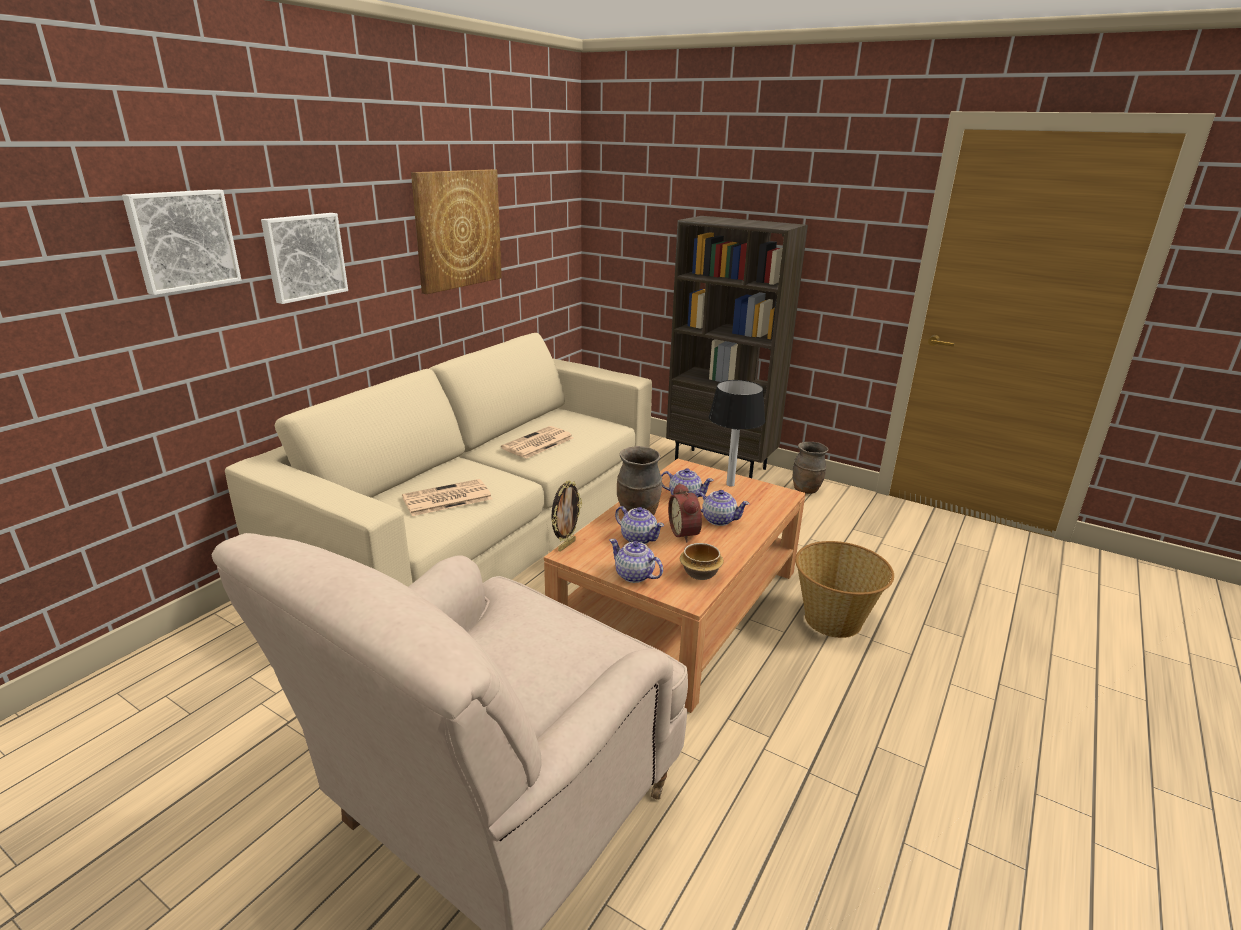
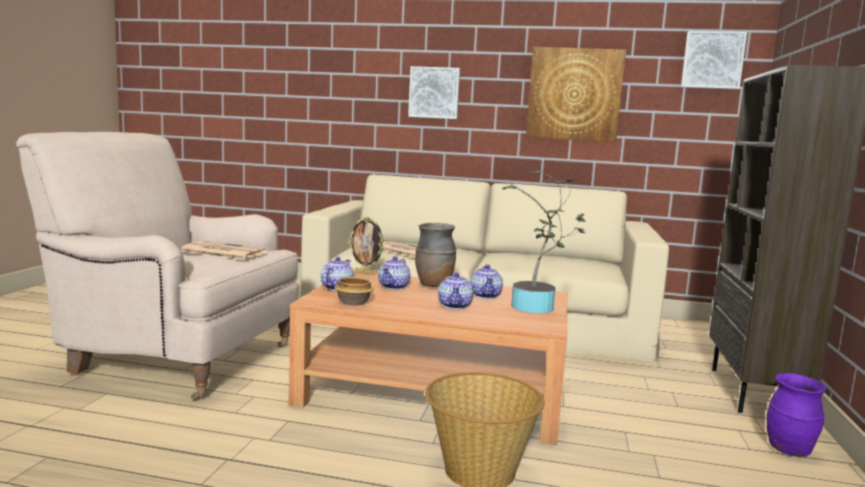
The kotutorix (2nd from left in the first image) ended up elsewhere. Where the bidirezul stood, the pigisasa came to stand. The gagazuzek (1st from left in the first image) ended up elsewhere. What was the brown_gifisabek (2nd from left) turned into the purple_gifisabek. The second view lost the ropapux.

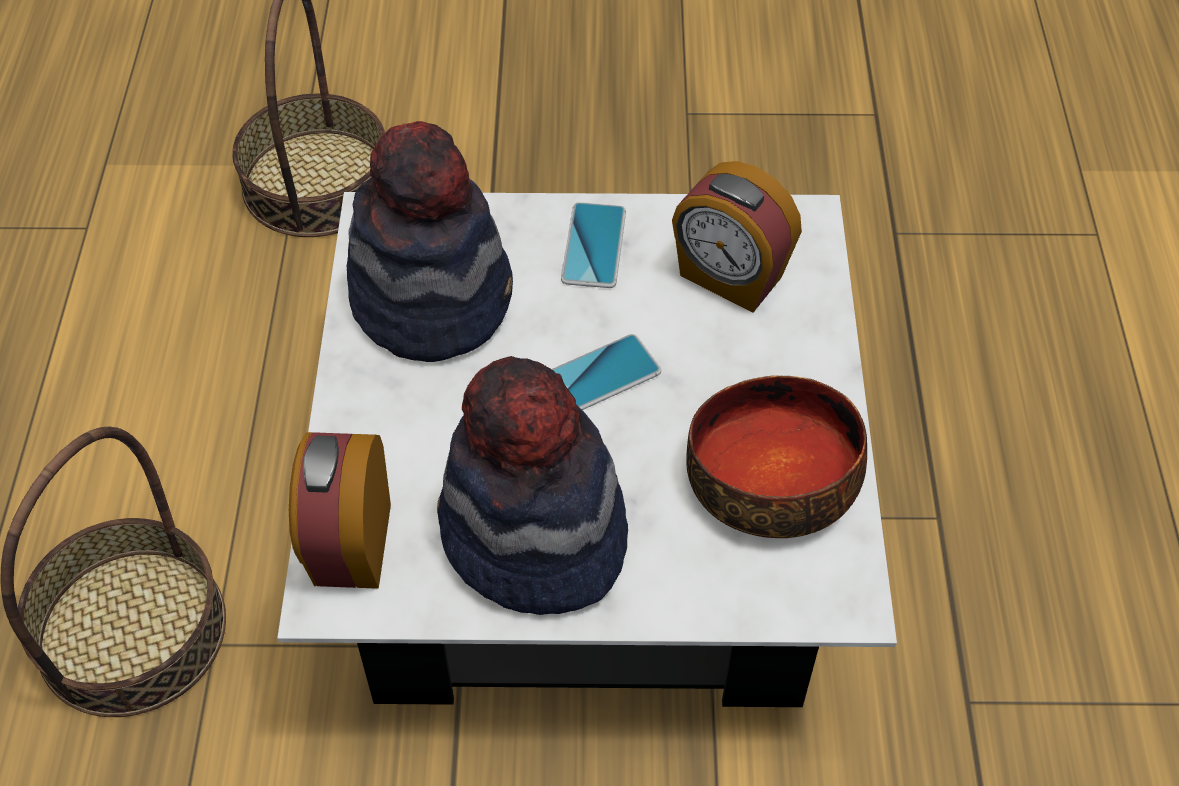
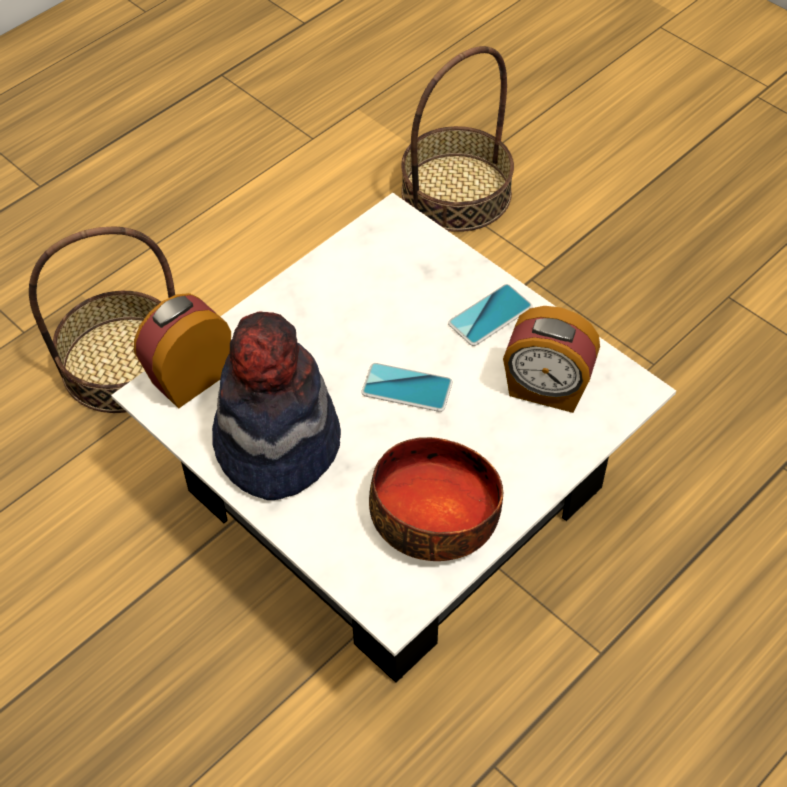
The ropapux (2nd from left) ended up facing another way, 60 degrees counterclockwise from before. The second view lost the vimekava (1st from left).

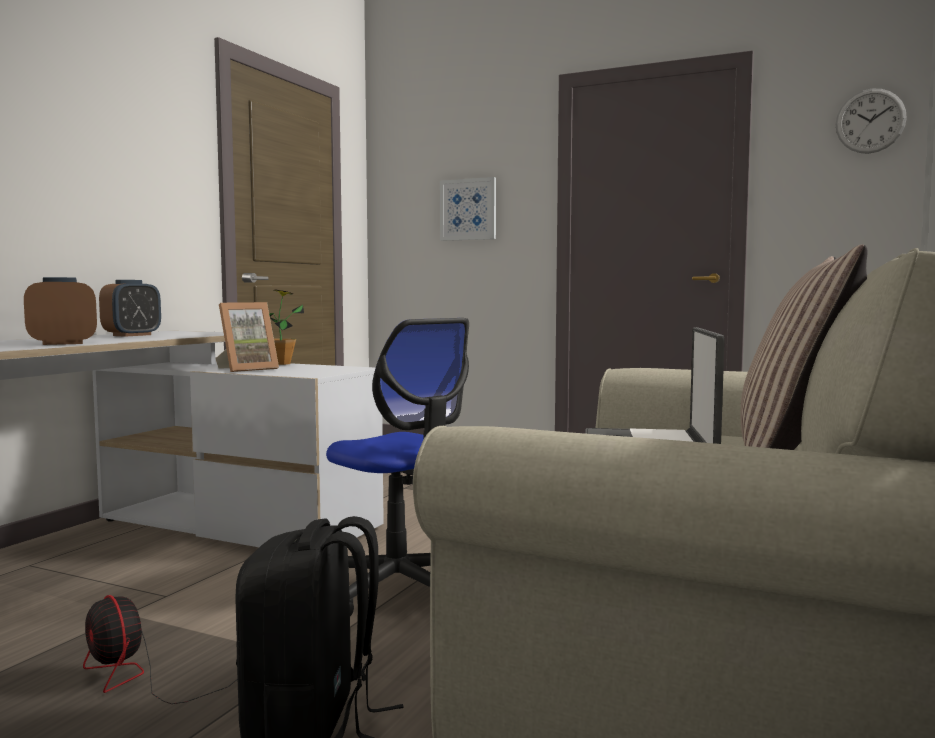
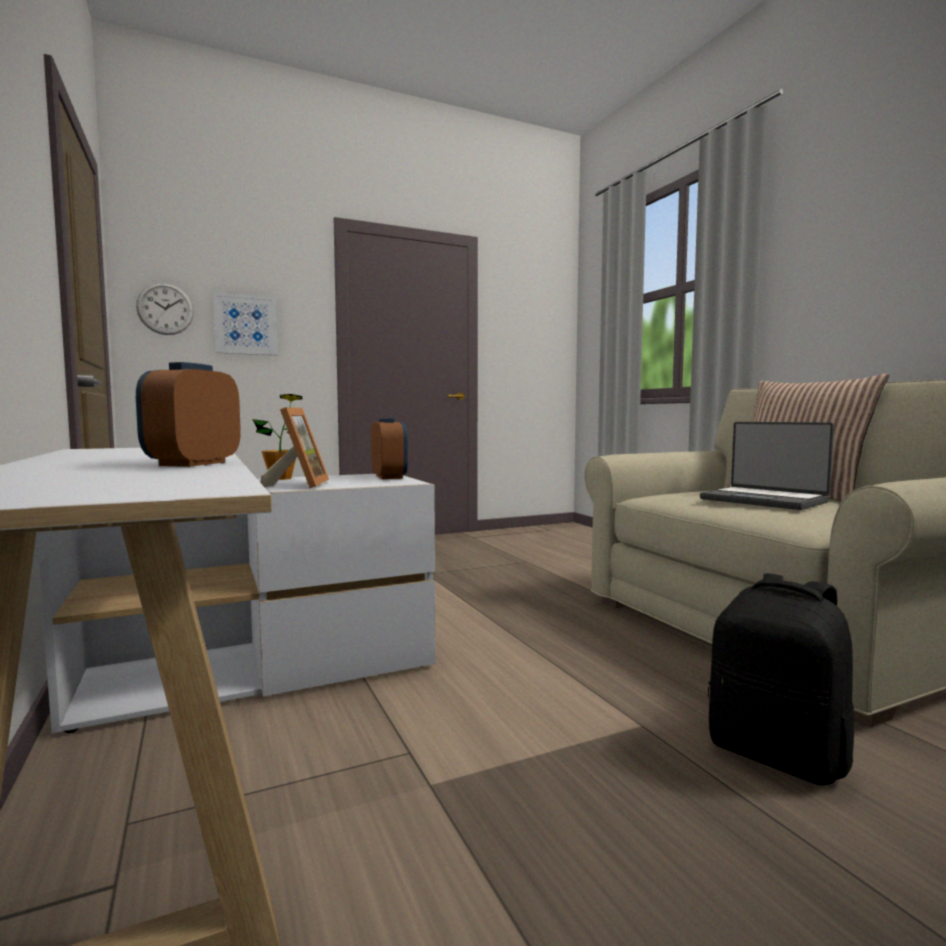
The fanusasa ended up elsewhere. The ropapux (2nd from left) ended up elsewhere. The second view lost the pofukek. The second view lost the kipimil.

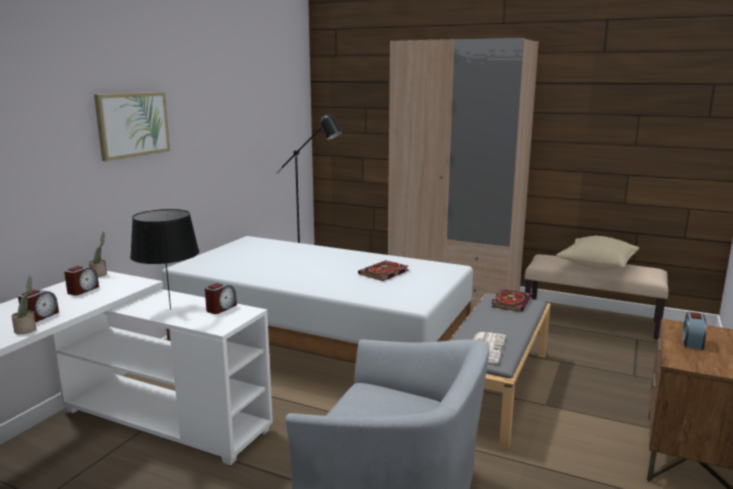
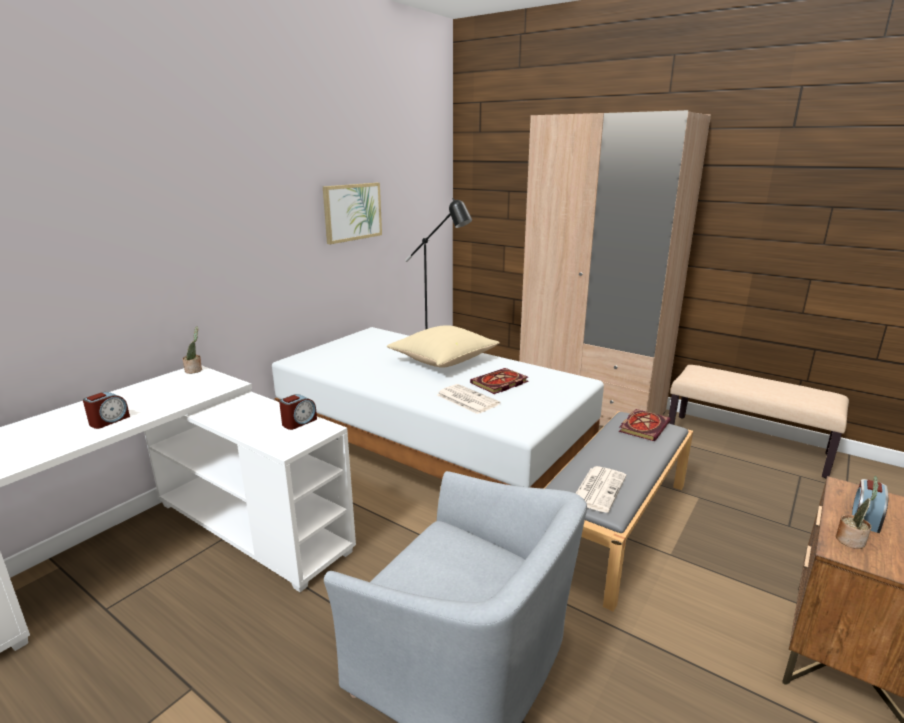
The gagazuzek ended up elsewhere. The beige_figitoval ended up elsewhere. The second view gained the kotutorix (1st from left). The pigisasa (1st from left in the first image) ended up elsewhere. The second view lost the ropapux (2nd from left). The second view lost the black_bidirezul.

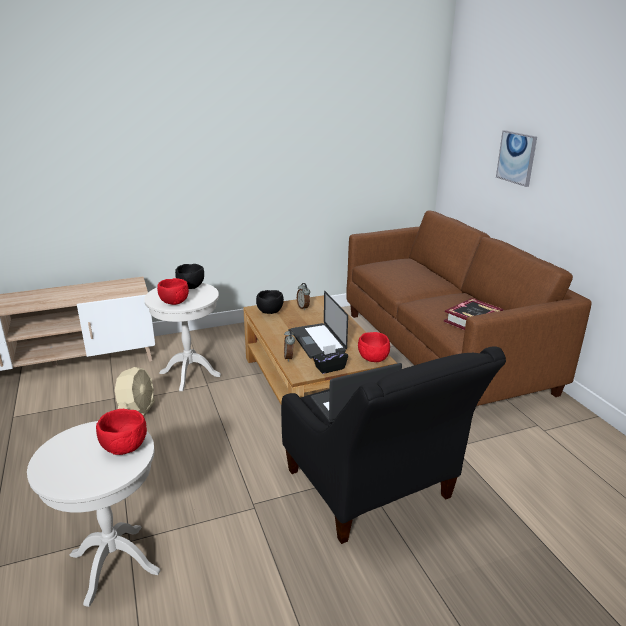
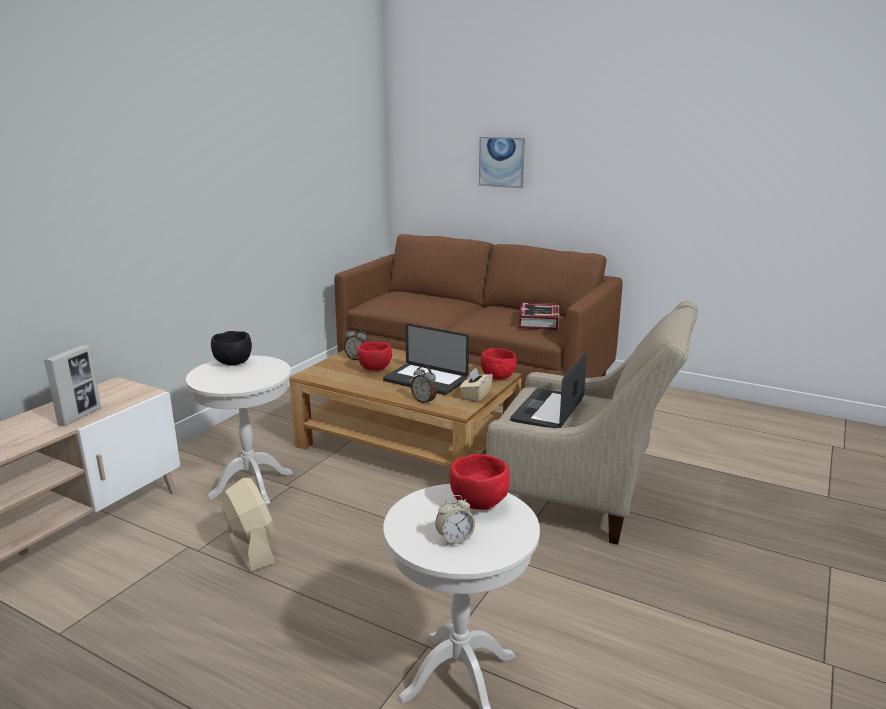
The second view gained the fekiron. The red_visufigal (2nd from left in the first image) ended up elsewhere. The second view gained the ropapux (3rd from left). What was the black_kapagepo turned into the beige_kapagepo. What was the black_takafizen turned into the beige_takafizen. The second view lost the black_visufigal (2nd from left).

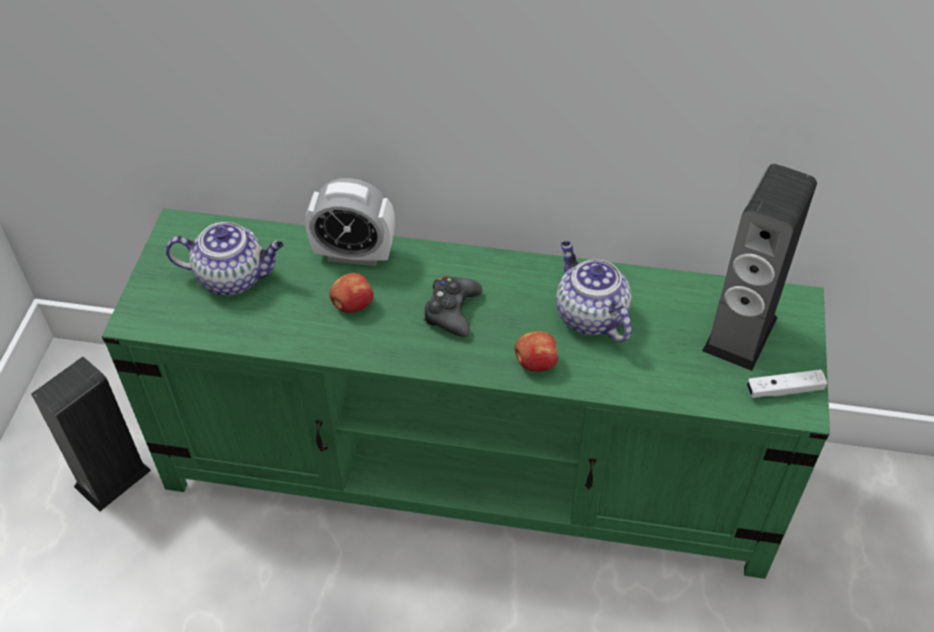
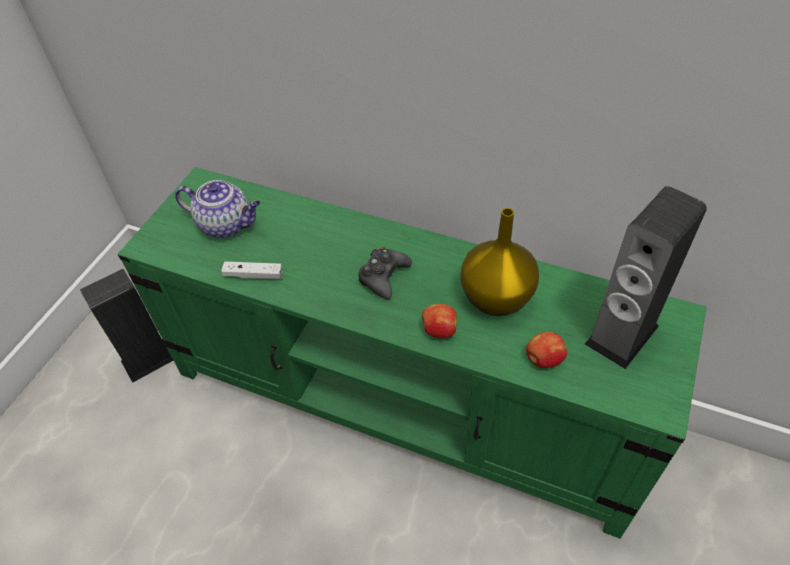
The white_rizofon ended up elsewhere. Where the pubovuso (2nd from left) stood, the yellow_gifisabek came to stand. The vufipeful (1st from left in the first image) ended up elsewhere. The second view lost the ropapux.

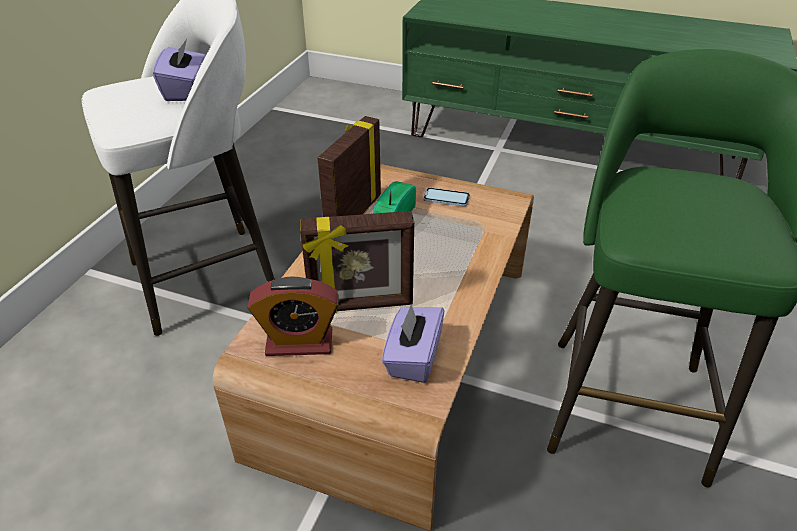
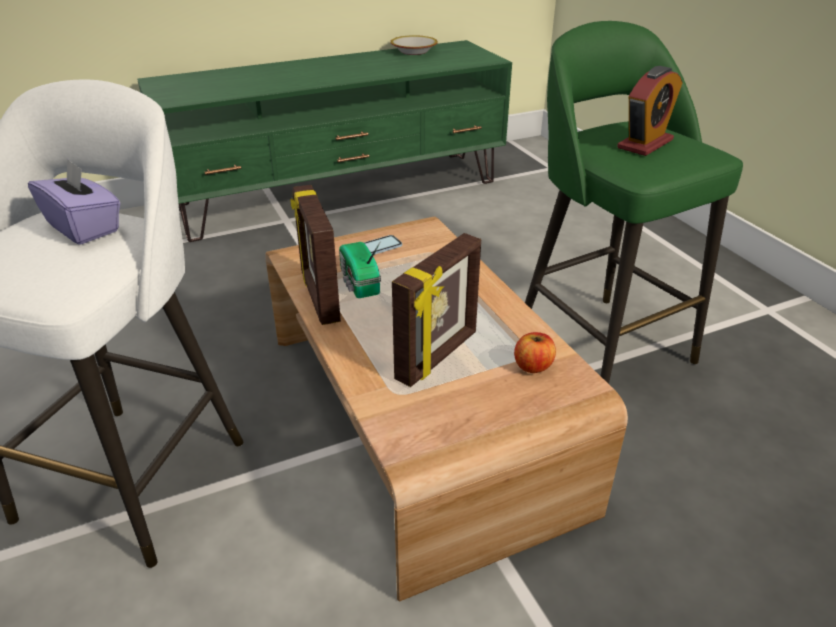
The second view gained the visufigal. Where the purple_kapagepo (2nd from left) stood, the vufipeful came to stand. The ropapux ended up elsewhere.

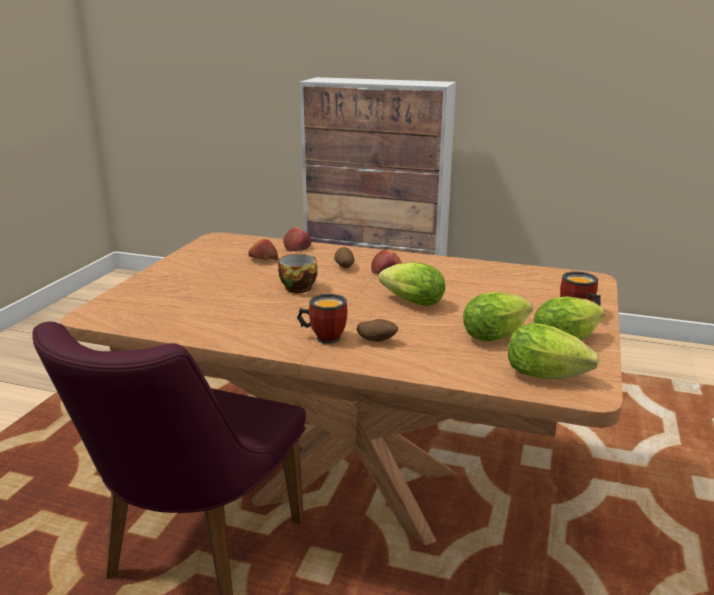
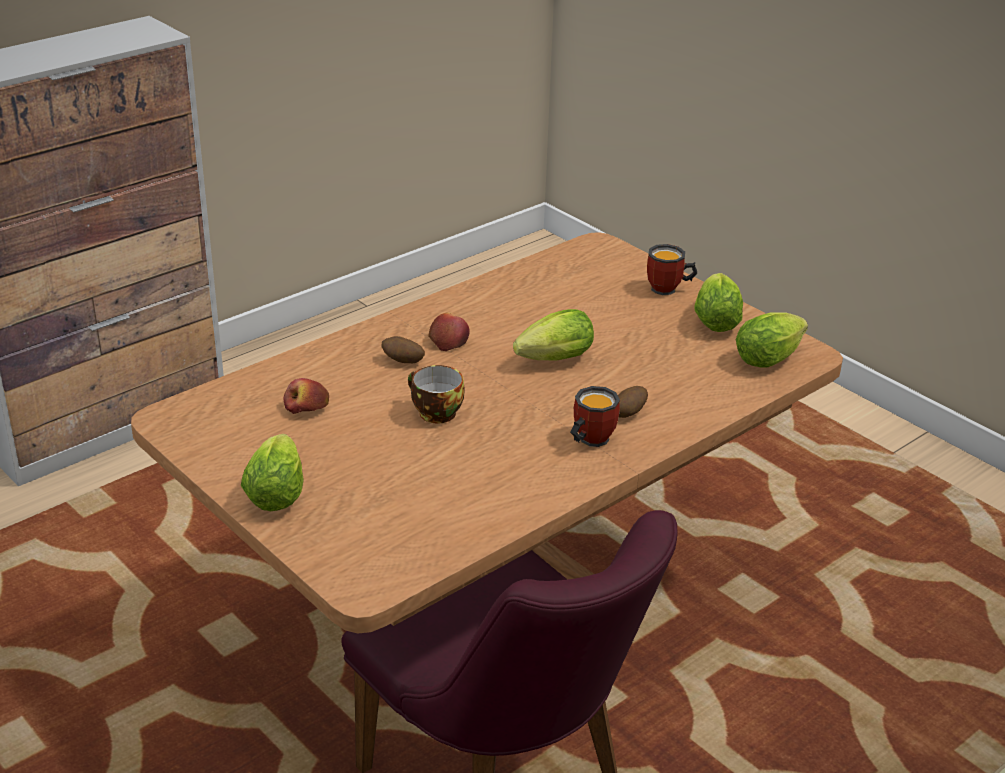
The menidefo (2nd from left in the first image) ended up elsewhere. The second view lost the vufipeful (2nd from left).

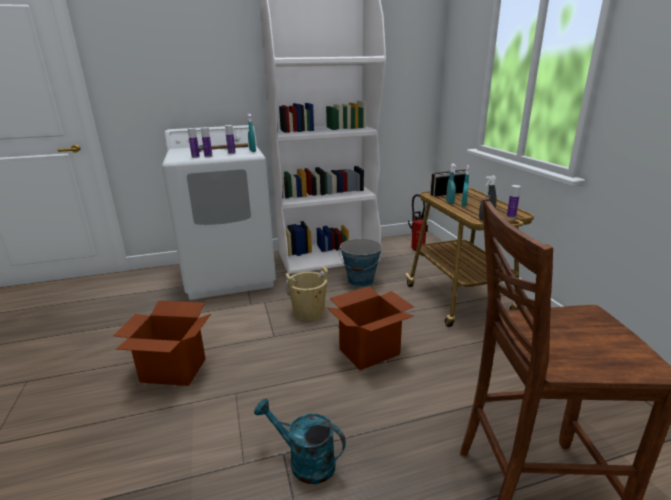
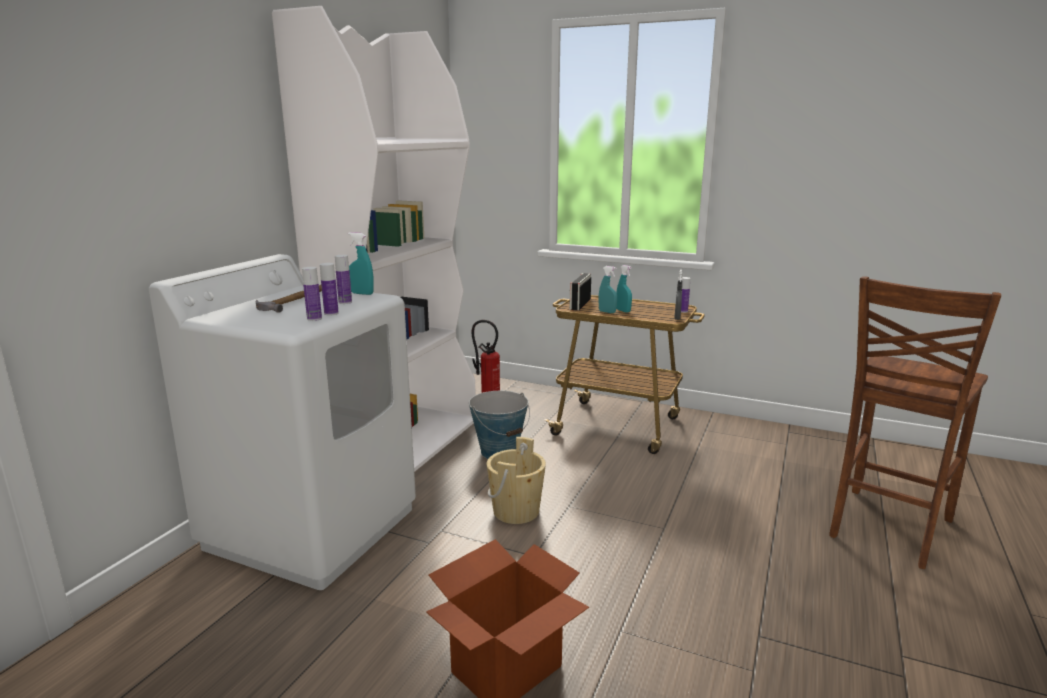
The second view lost the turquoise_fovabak. The second view lost the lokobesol (2nd from left).

